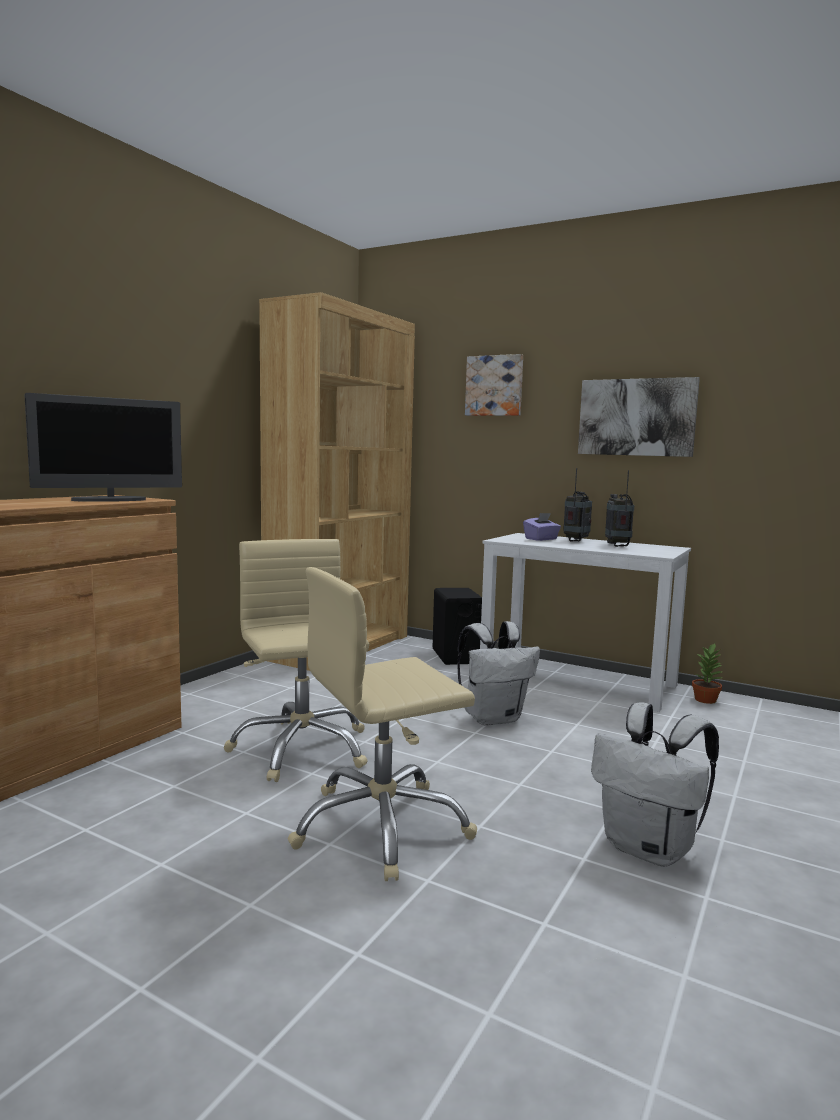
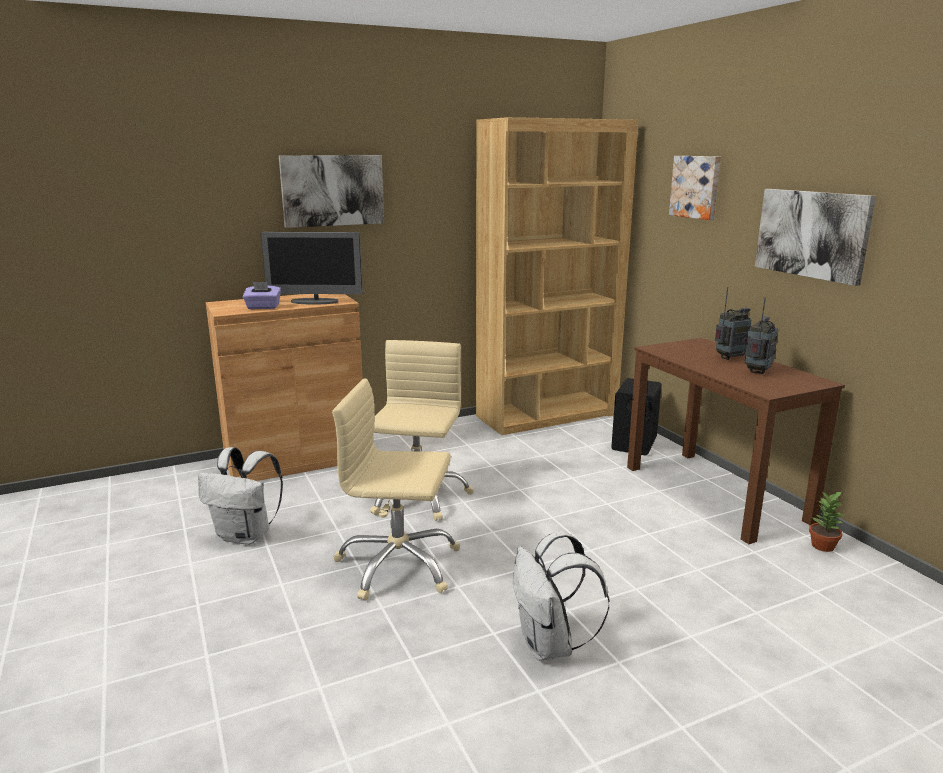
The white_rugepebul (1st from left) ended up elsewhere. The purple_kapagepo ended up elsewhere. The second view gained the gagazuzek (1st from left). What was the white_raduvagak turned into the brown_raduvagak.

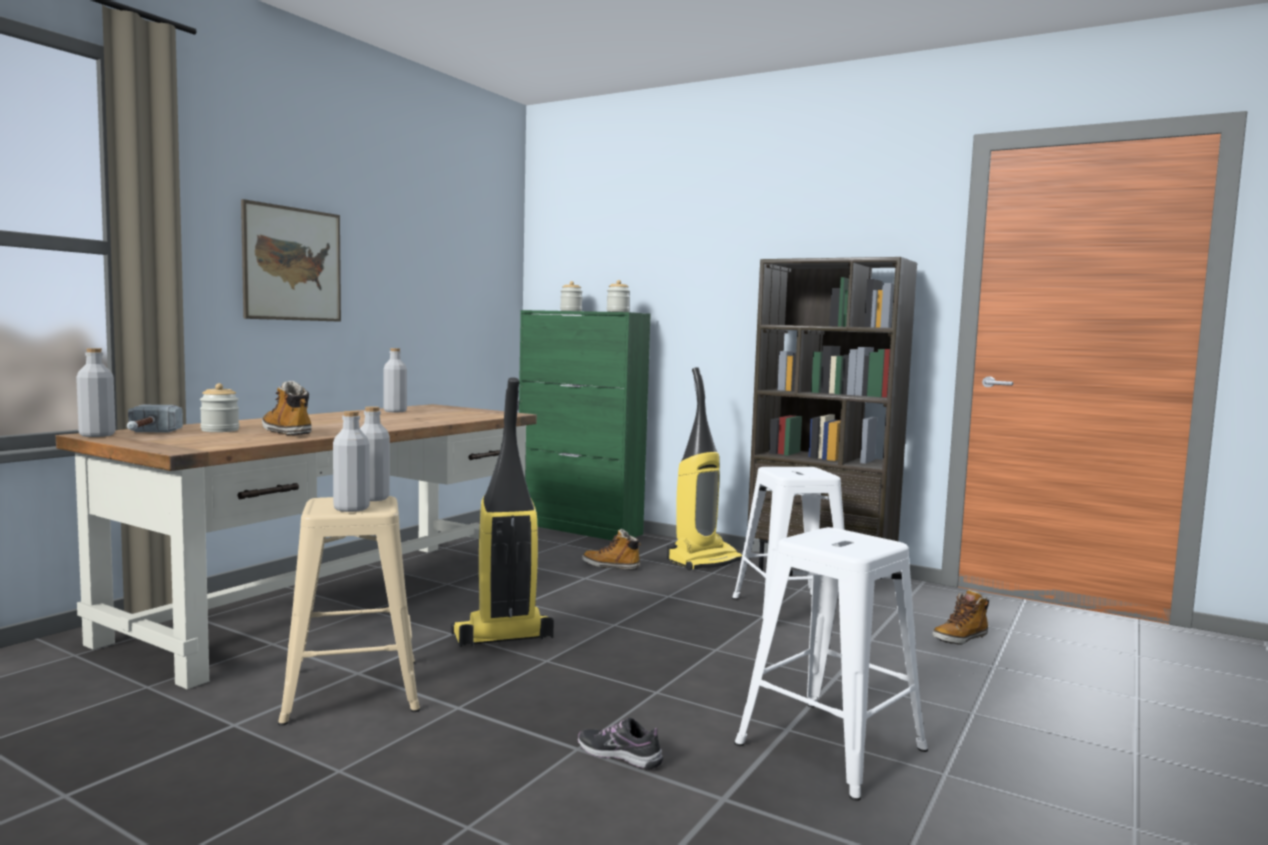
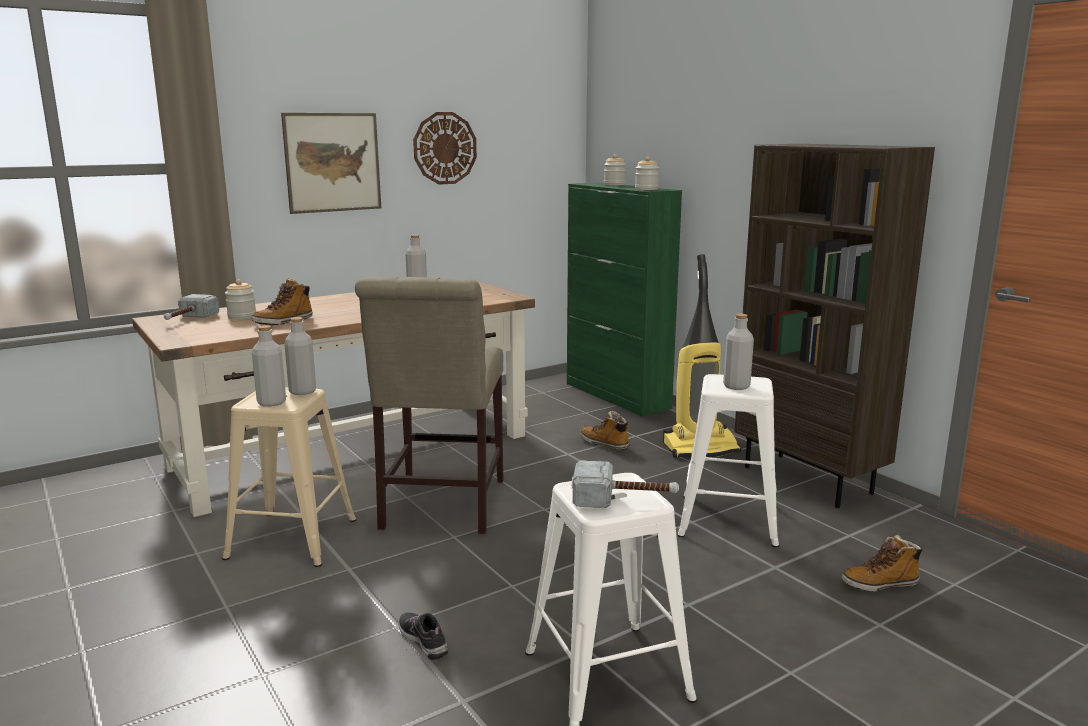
The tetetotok (1st from left) ended up facing another way, 120 degrees counterclockwise from before. Where the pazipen (1st from left) stood, the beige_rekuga came to stand. The second view gained the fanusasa. The second view gained the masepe (2nd from left). The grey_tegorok (1st from left in the first image) ended up elsewhere.

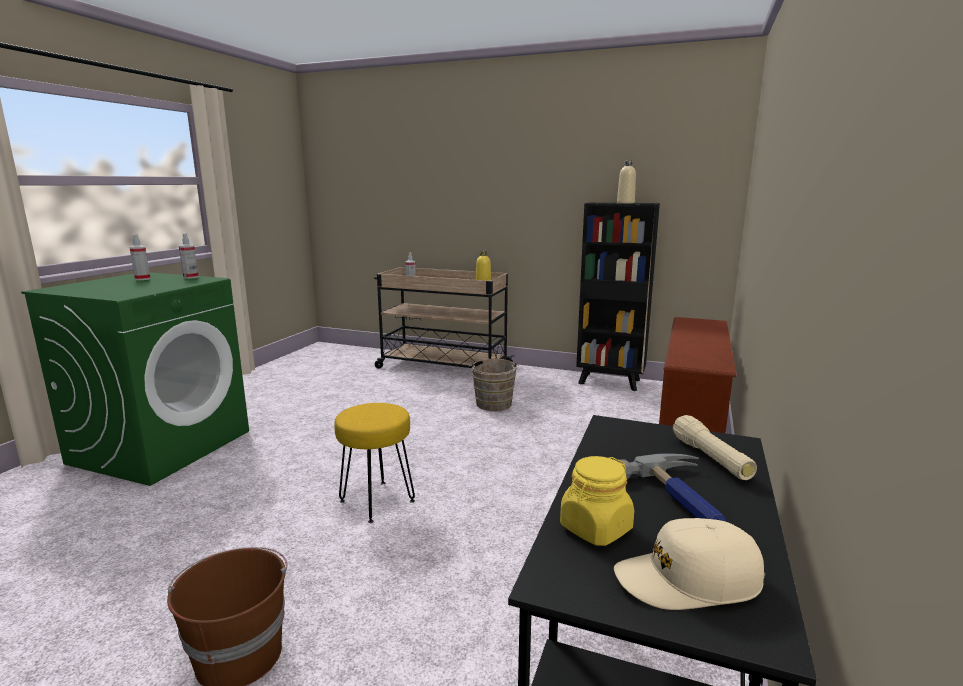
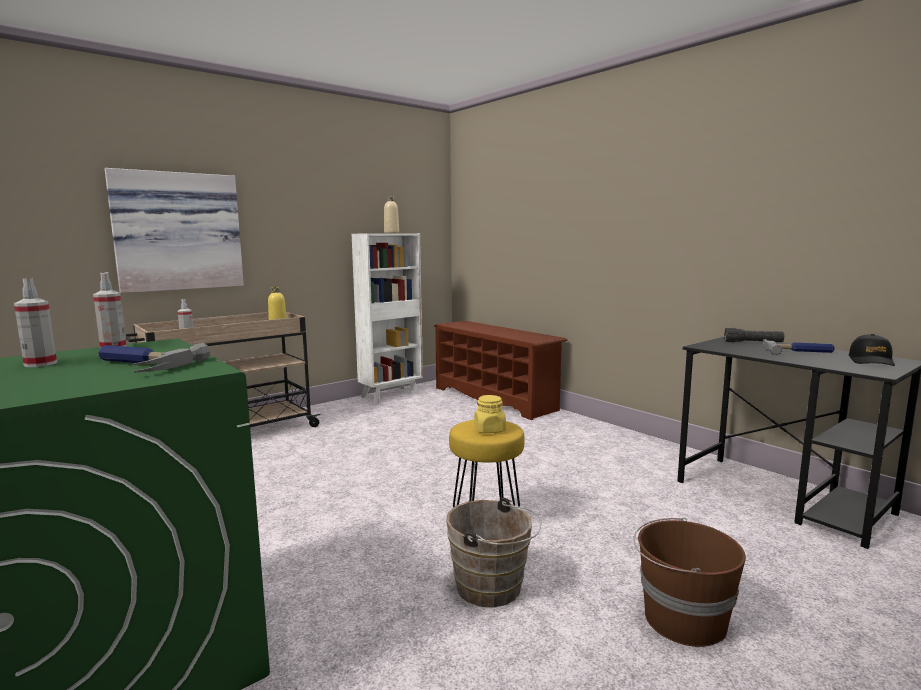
The second view gained the masepe (1st from left). The second view gained the gagazuzek. What was the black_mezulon turned into the white_mezulon. The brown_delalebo (2nd from left in the first image) ended up elsewhere. The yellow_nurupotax ended up elsewhere. What was the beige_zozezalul turned into the black_zozezalul. What was the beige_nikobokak turned into the black_nikobokak.

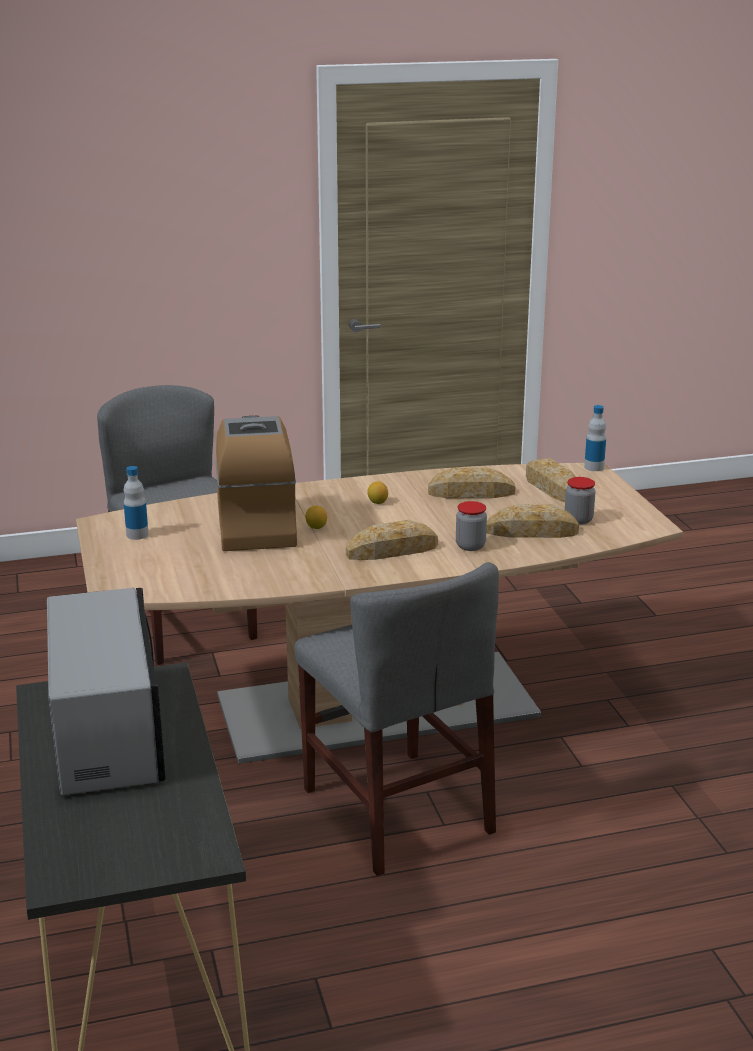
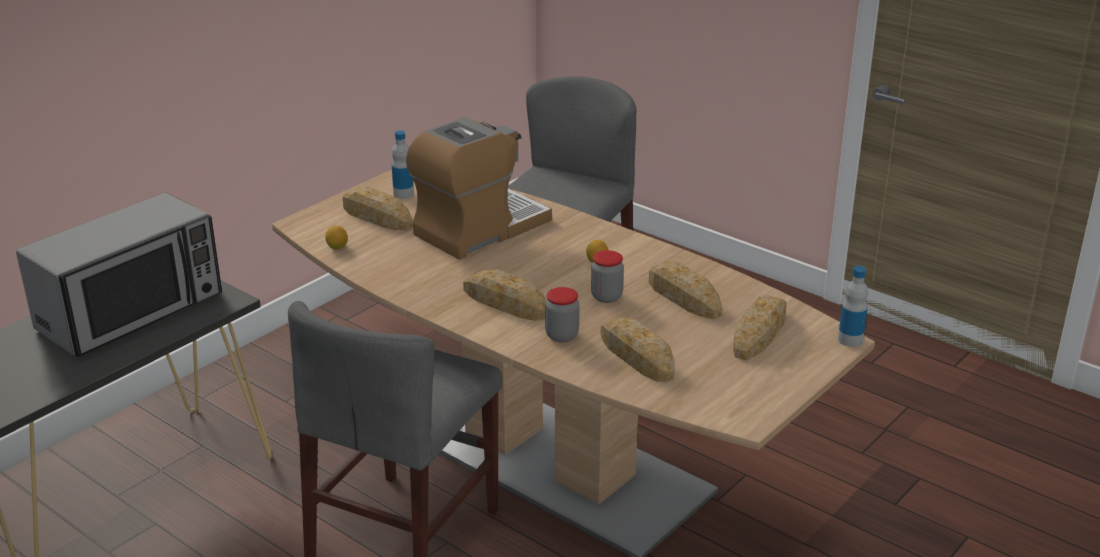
The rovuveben (1st from left) ended up elsewhere. The second view gained the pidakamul (1st from left). The nurupotax (2nd from left) ended up elsewhere.

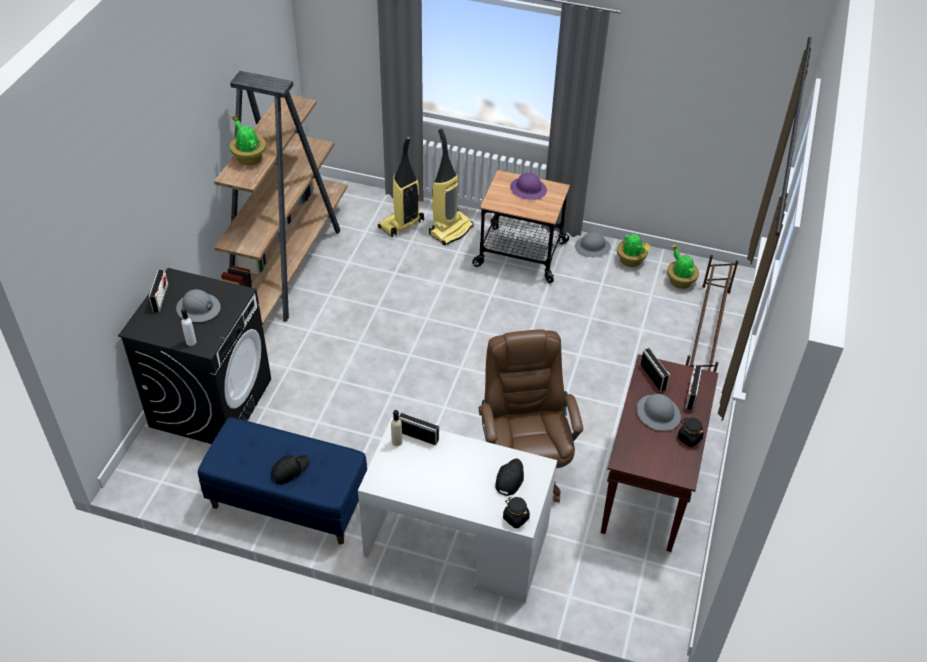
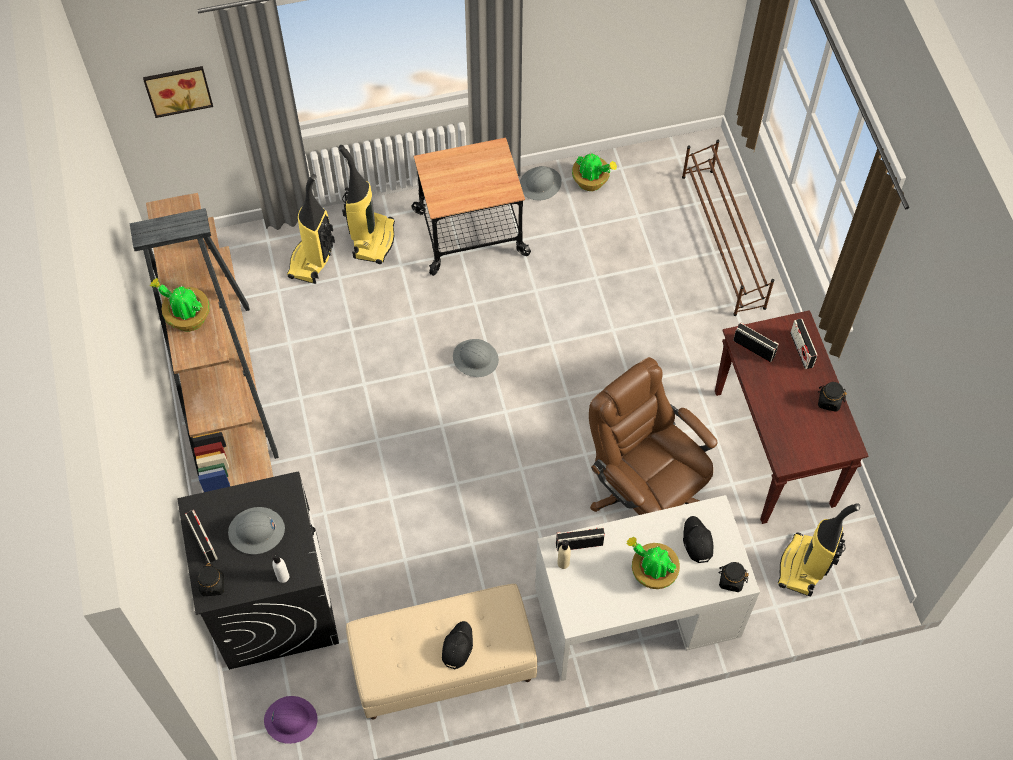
The second view gained the gagazuzek. The second view gained the black_nurupotax (1st from left). The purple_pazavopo ended up elsewhere. What was the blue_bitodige turned into the beige_bitodige. The grey_pazavopo (3rd from left in the first image) ended up elsewhere. The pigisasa (3rd from left) ended up elsewhere. The second view gained the pazipen (3rd from left).

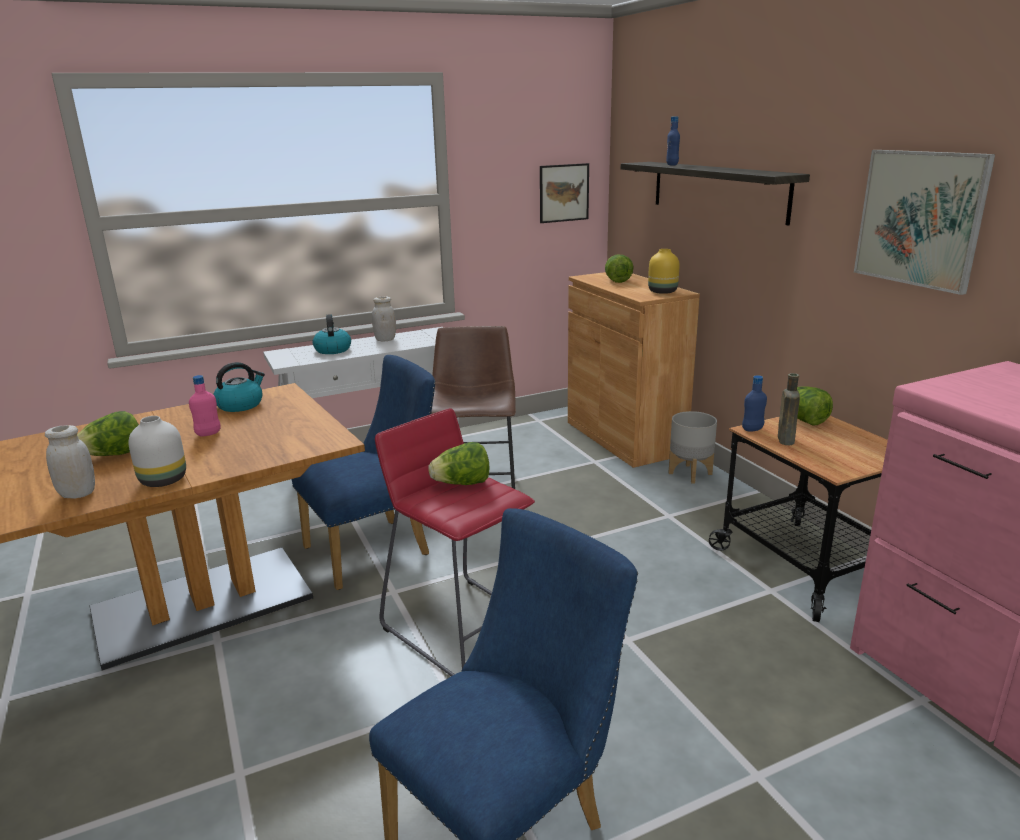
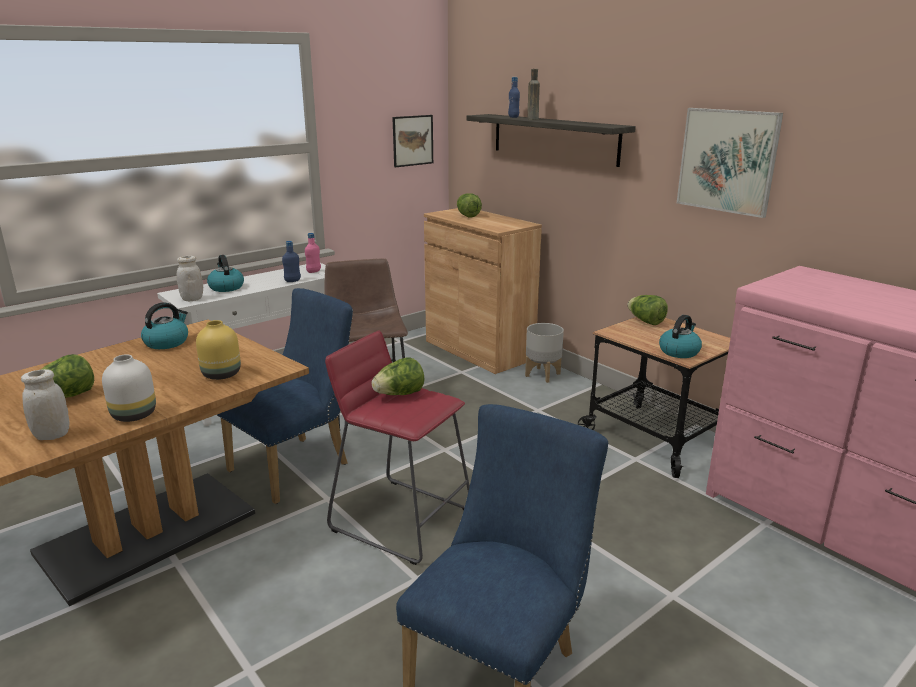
The white_nurupotax (2nd from left) ended up elsewhere. The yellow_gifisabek ended up elsewhere. The blue_tegorok (2nd from left in the first image) ended up elsewhere. The pink_tegorok ended up elsewhere. The brown_tegorok ended up elsewhere. The second view gained the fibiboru (3rd from left).

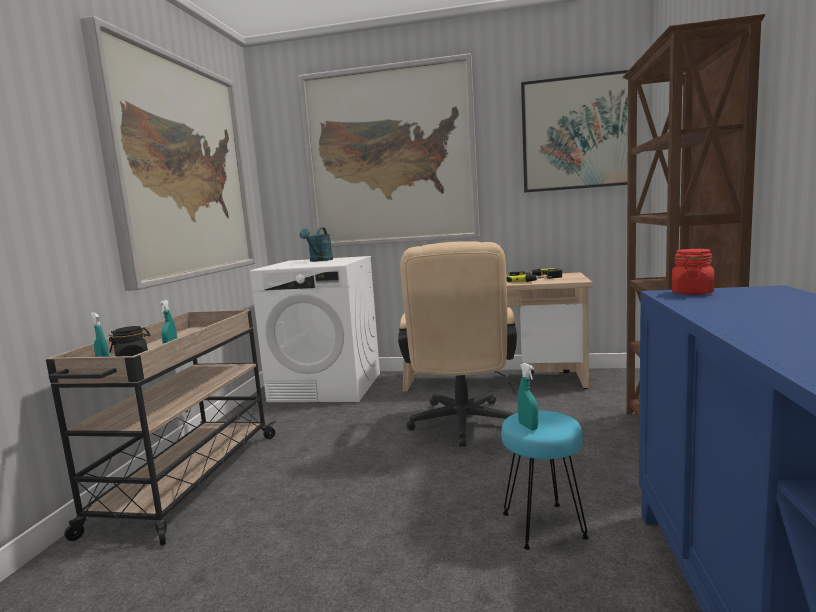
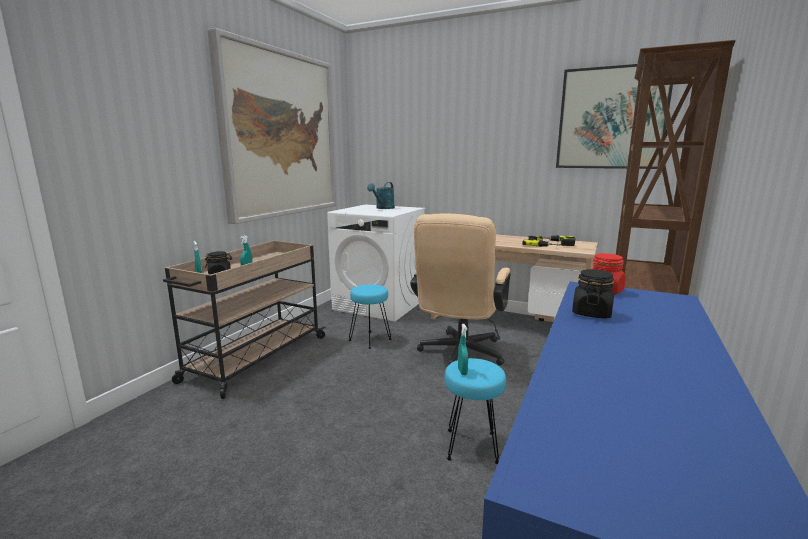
The second view gained the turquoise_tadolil (1st from left). The second view gained the black_nurupotax (2nd from left). The second view lost the gagazuzek (2nd from left).

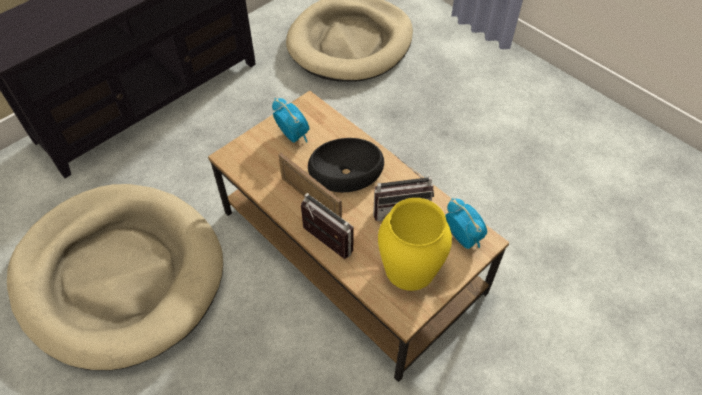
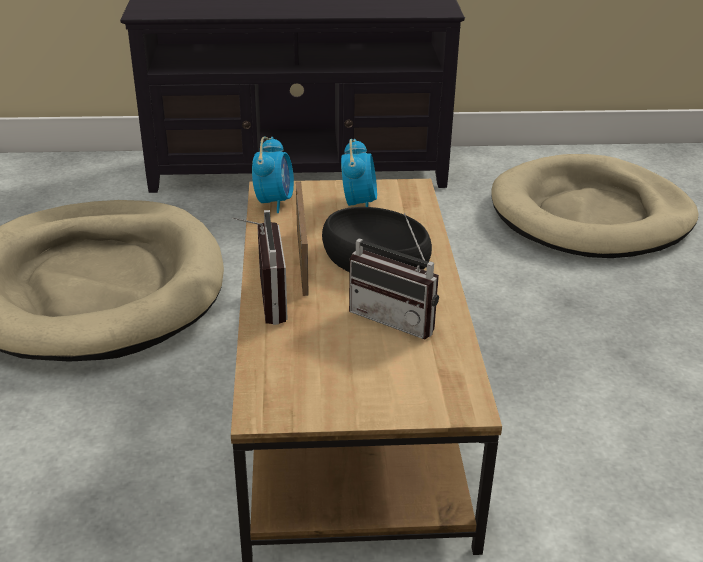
The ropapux (2nd from left in the first image) ended up elsewhere. The second view lost the yellow_gifisabek.

